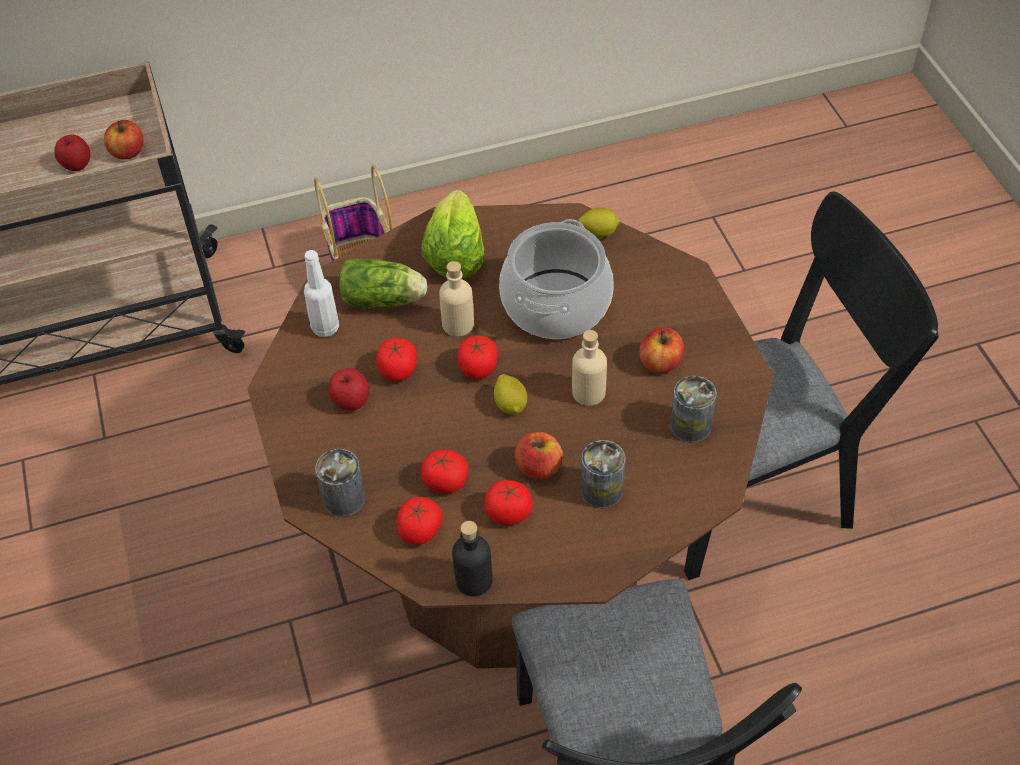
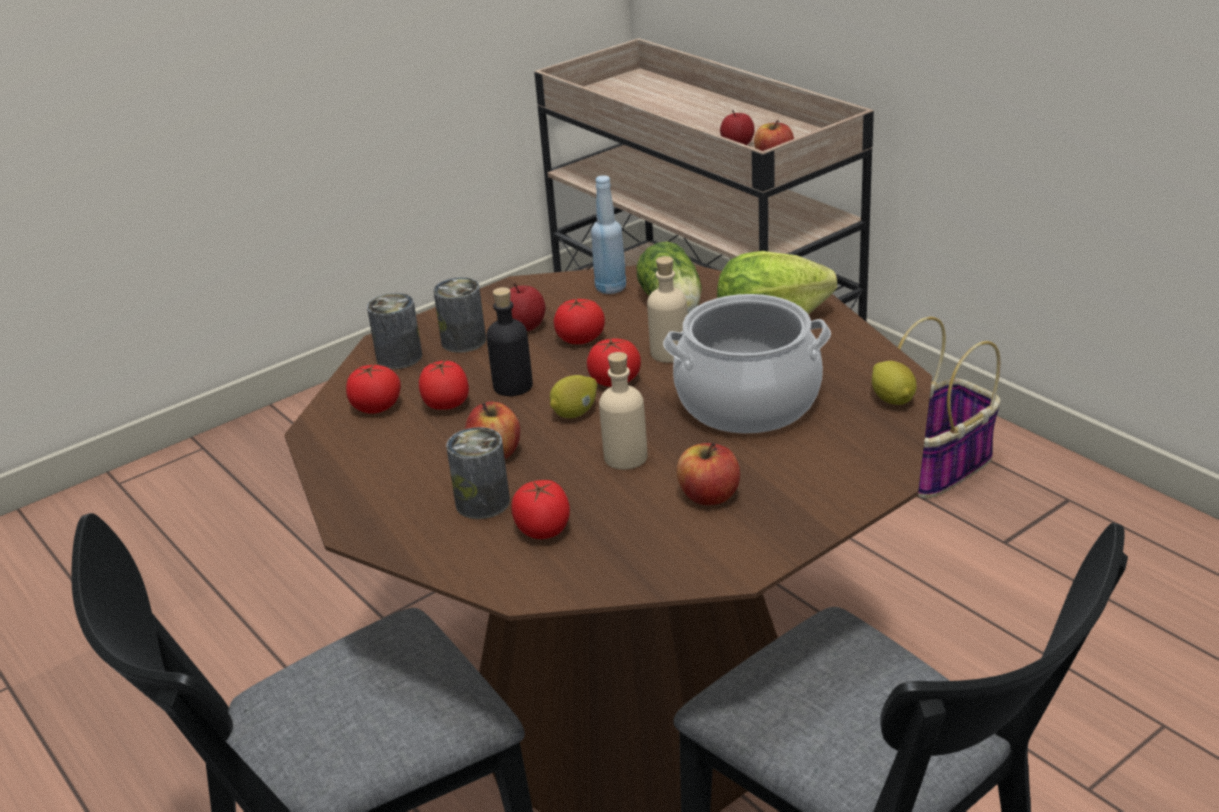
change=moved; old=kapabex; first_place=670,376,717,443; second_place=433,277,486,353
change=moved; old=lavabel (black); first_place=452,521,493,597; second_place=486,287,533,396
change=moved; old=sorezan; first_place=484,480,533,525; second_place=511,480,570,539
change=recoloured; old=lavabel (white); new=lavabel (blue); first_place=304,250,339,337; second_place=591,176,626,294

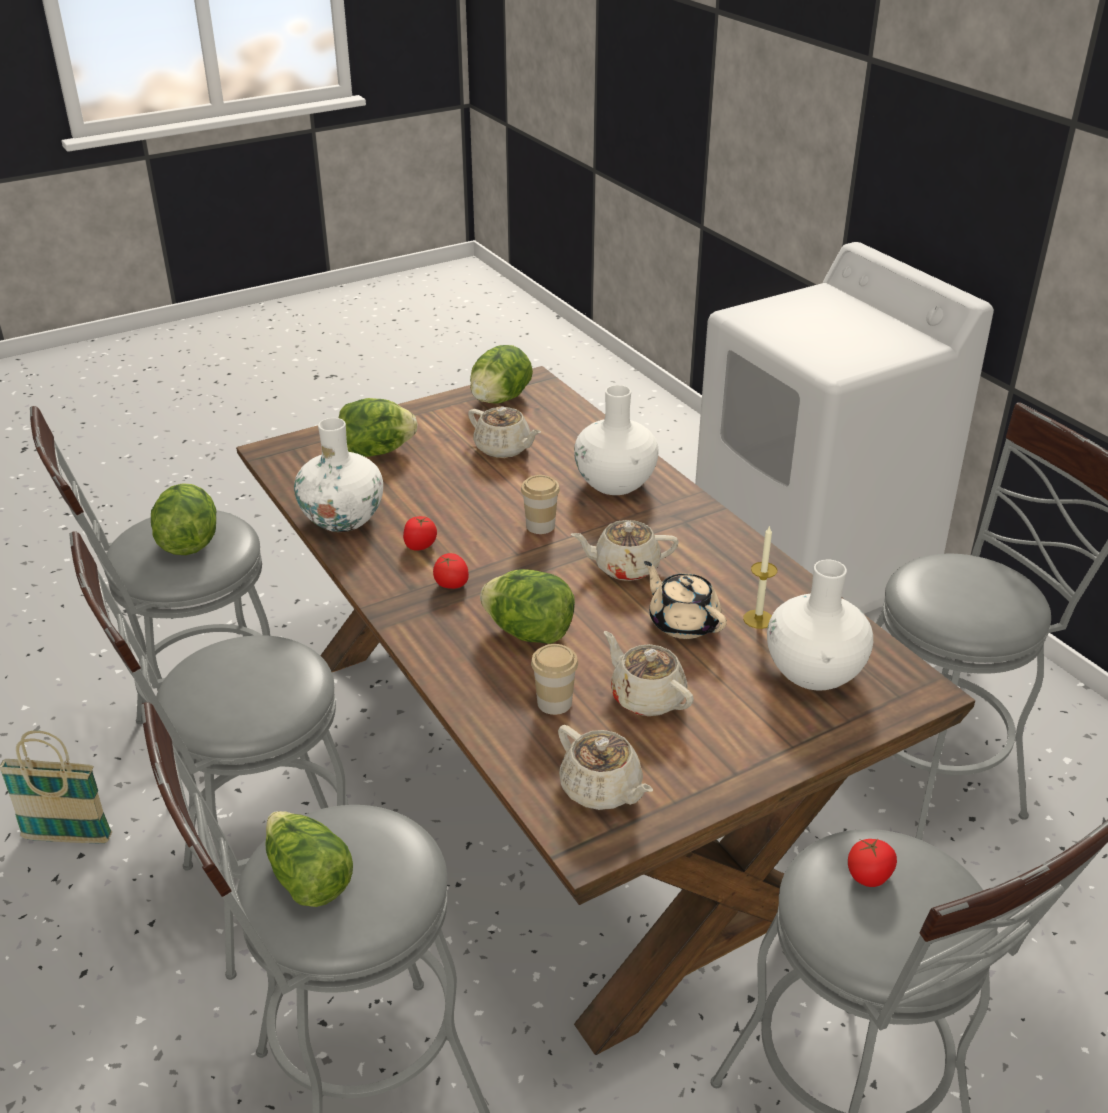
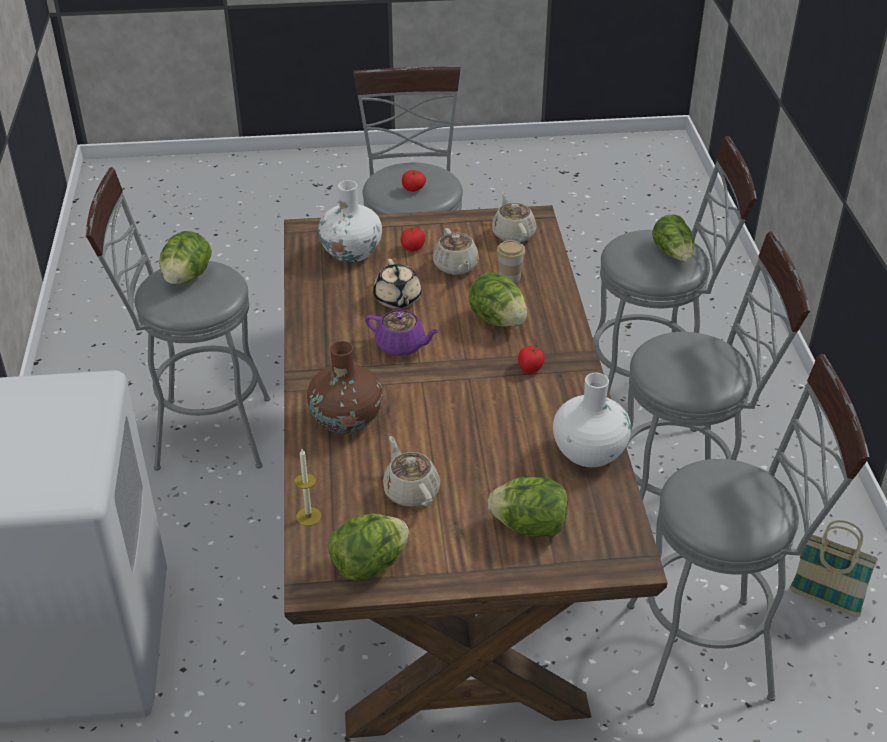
change=moved; old=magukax; first_place=151,483,216,555; second_place=160,231,212,284
change=moved; old=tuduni; first_place=743,525,777,629; second_place=294,449,321,526
change=recoloured; old=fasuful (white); new=fasuful (brown); first_place=574,385,658,495; second_place=307,341,383,434
change=recoloured; old=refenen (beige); new=refenen (purple); first_place=571,520,679,581; second_place=365,310,440,356
change=moved; old=sorezan; first_place=403,516,437,551; second_place=400,227,425,251
change=removed; old=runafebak; first_place=521,475,560,534

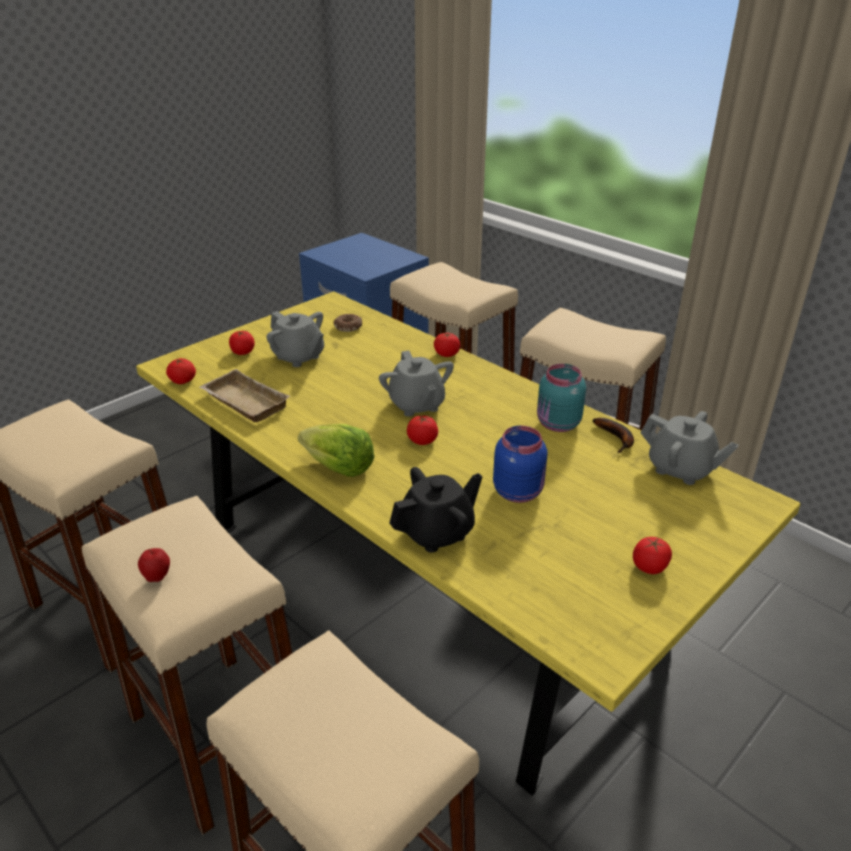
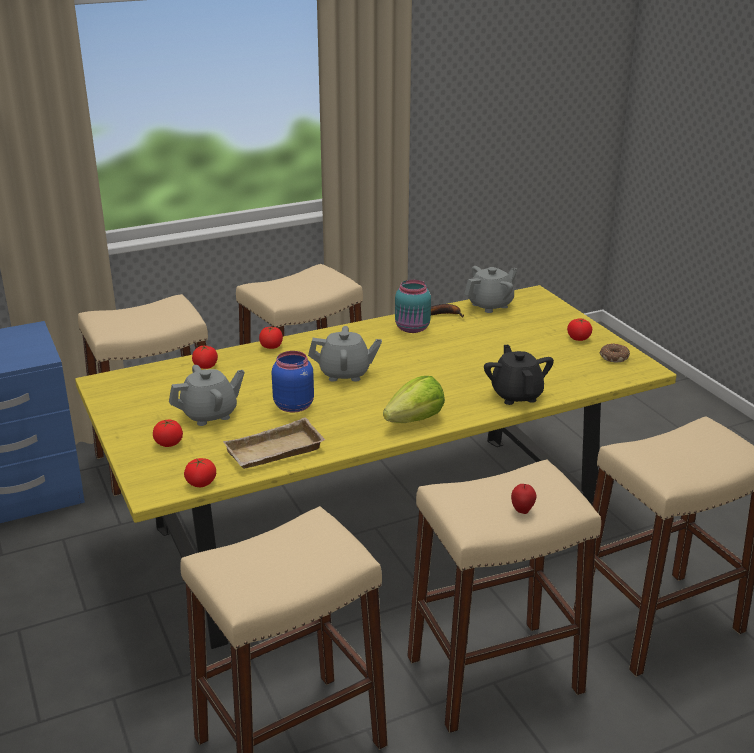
change=moved; old=sorezan; first_place=407,416,438,445; second_place=192,345,218,369
change=moved; old=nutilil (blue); first_place=493,426,547,503; second_place=272,351,314,413
change=moved; old=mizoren; first_place=333,314,362,332; second_place=599,343,630,362

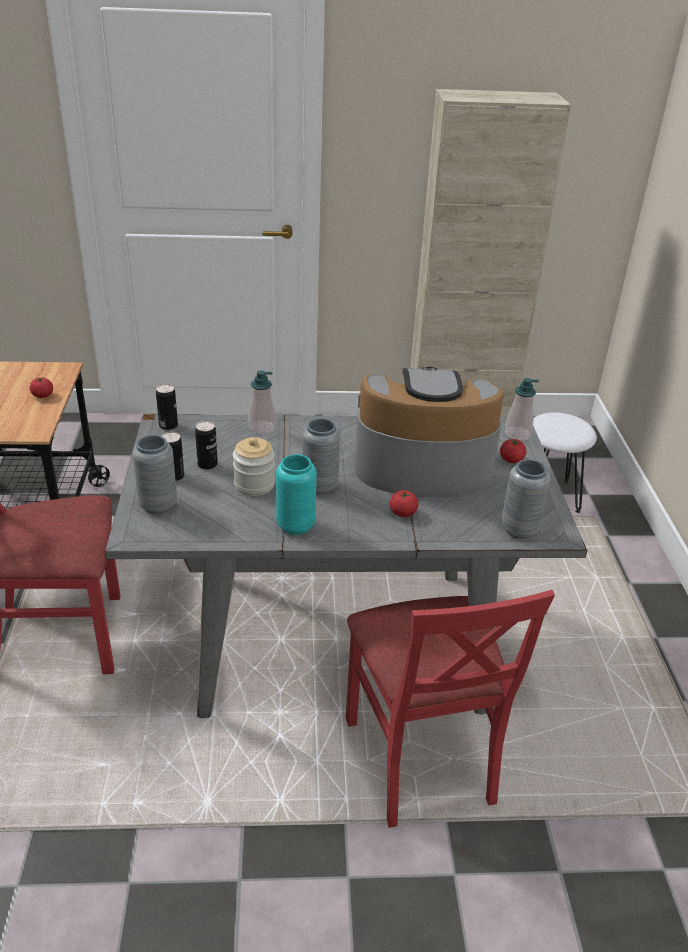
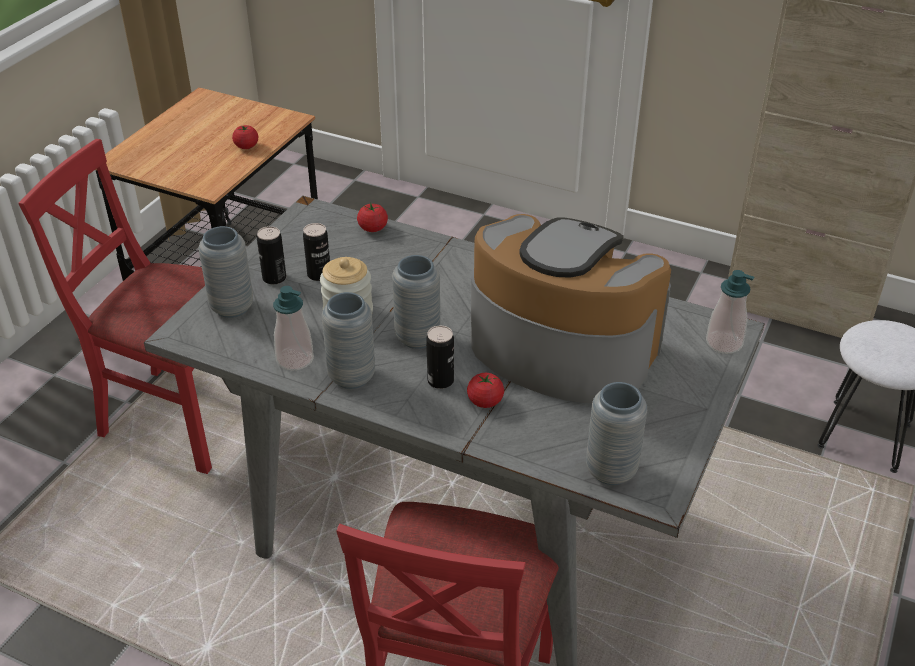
change=moved; old=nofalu; first_place=248,371,276,434; second_place=273,286,314,371
change=recoloured; old=fasuful (turquoise); new=fasuful (grey); first_place=276,454,317,535; second_place=322,292,375,389
change=moved; old=sorezan; first_place=500,439,526,463; second_place=357,202,388,232
change=moved; old=kapabex; first_place=156,384,178,430; second_place=426,326,454,389

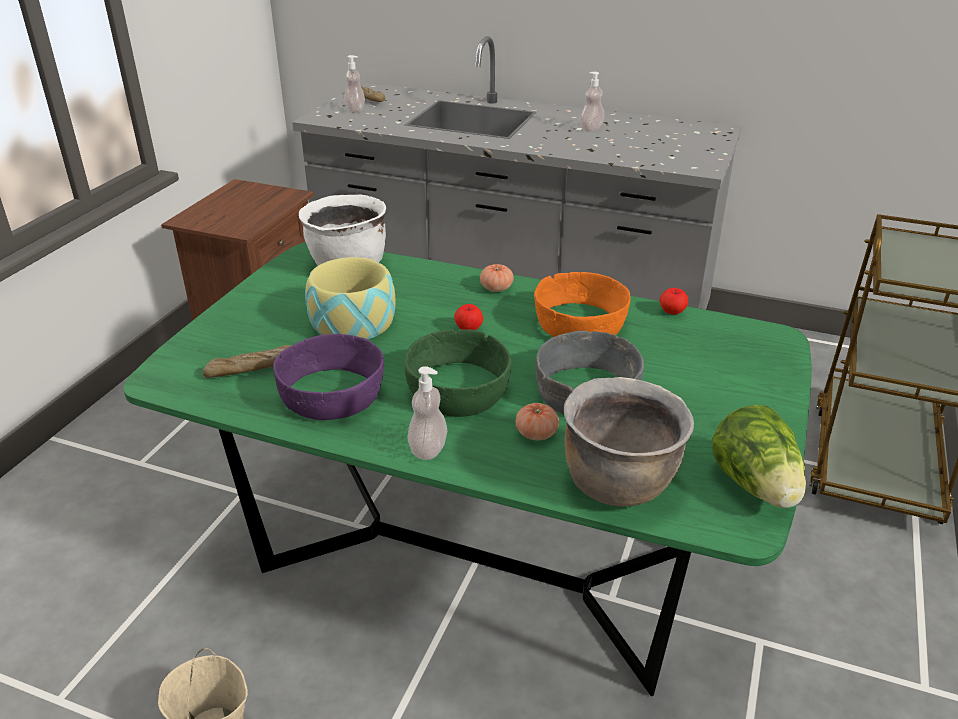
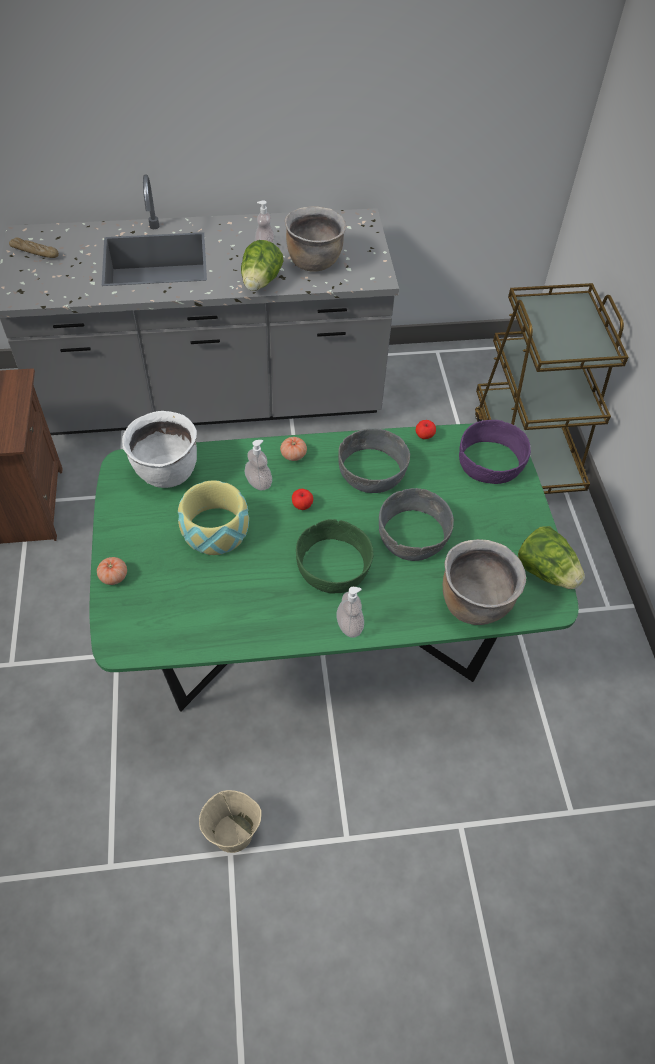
change=moved; old=sorezan; first_place=516,403,559,441; second_place=97,557,127,585
change=added; new=magukax; second_place=241,240,283,291
change=moved; old=nofalu; first_place=344,55,365,112; second_place=245,440,272,490
change=added; new=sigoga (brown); second_place=285,206,347,272
change=recoloured; old=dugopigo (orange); new=dugopigo (grey); first_place=534,272,631,337; second_place=338,428,410,493
change=moved; old=dugopigo (purple); first_place=273,334,384,420; second_place=459,420,531,484
change=removed; old=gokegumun; first_place=203,345,291,378

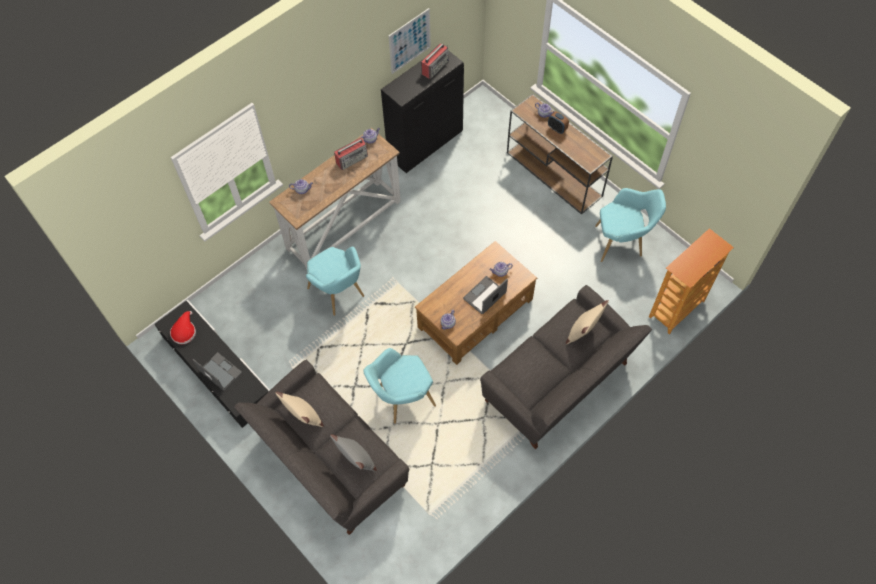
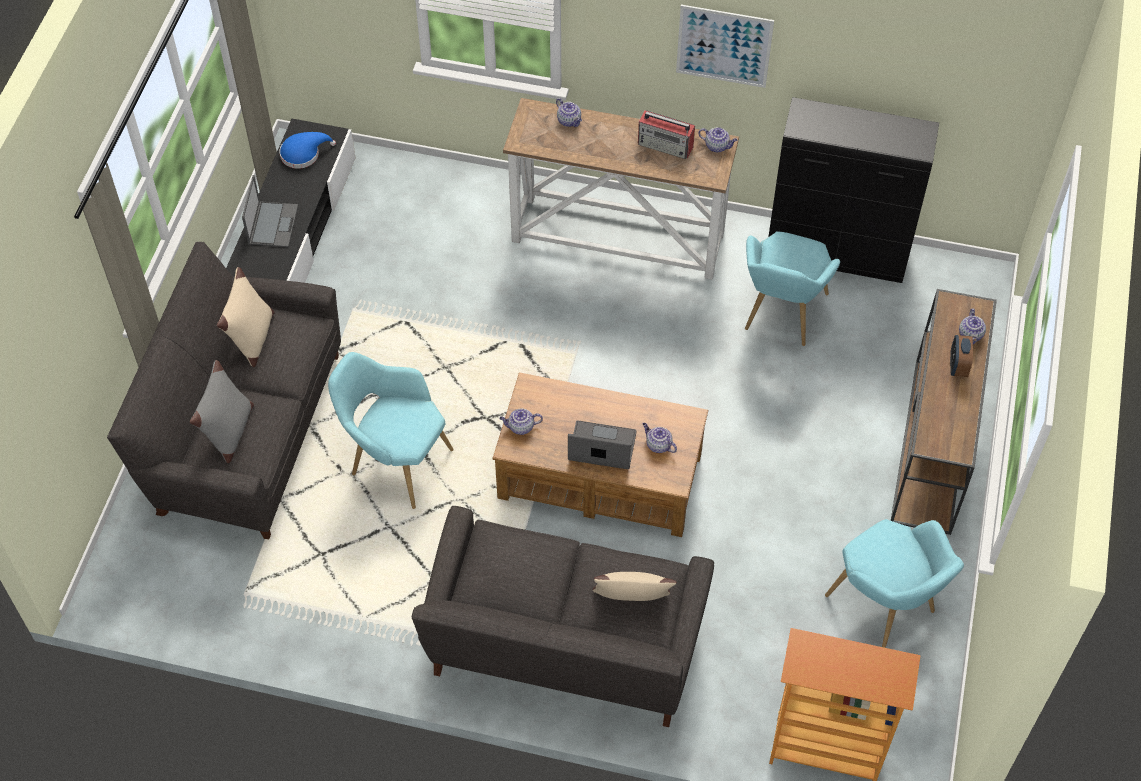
change=recoloured; old=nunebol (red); new=nunebol (blue); first_place=170,311,196,344; second_place=279,132,336,169
change=moved; old=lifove; first_place=389,8,431,74; second_place=676,5,774,88
change=moved; old=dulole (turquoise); first_place=306,246,364,316; second_place=745,231,840,346
change=removed; old=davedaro; first_place=421,43,449,79

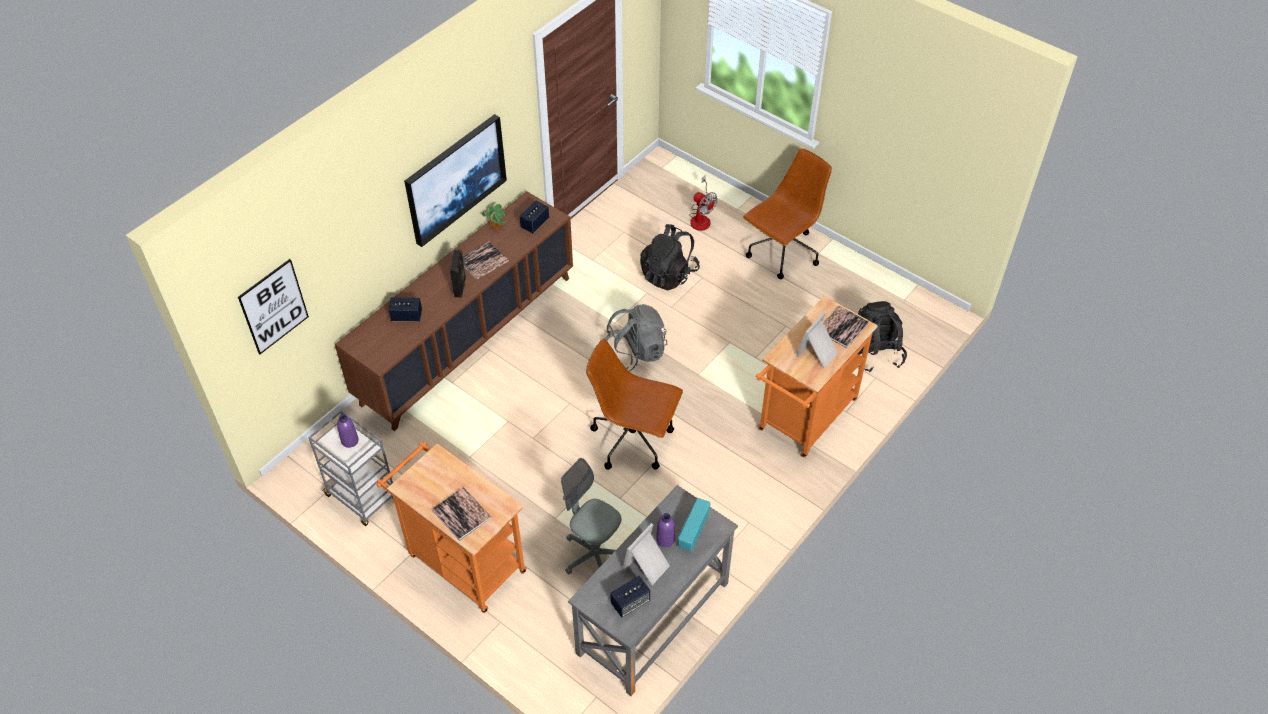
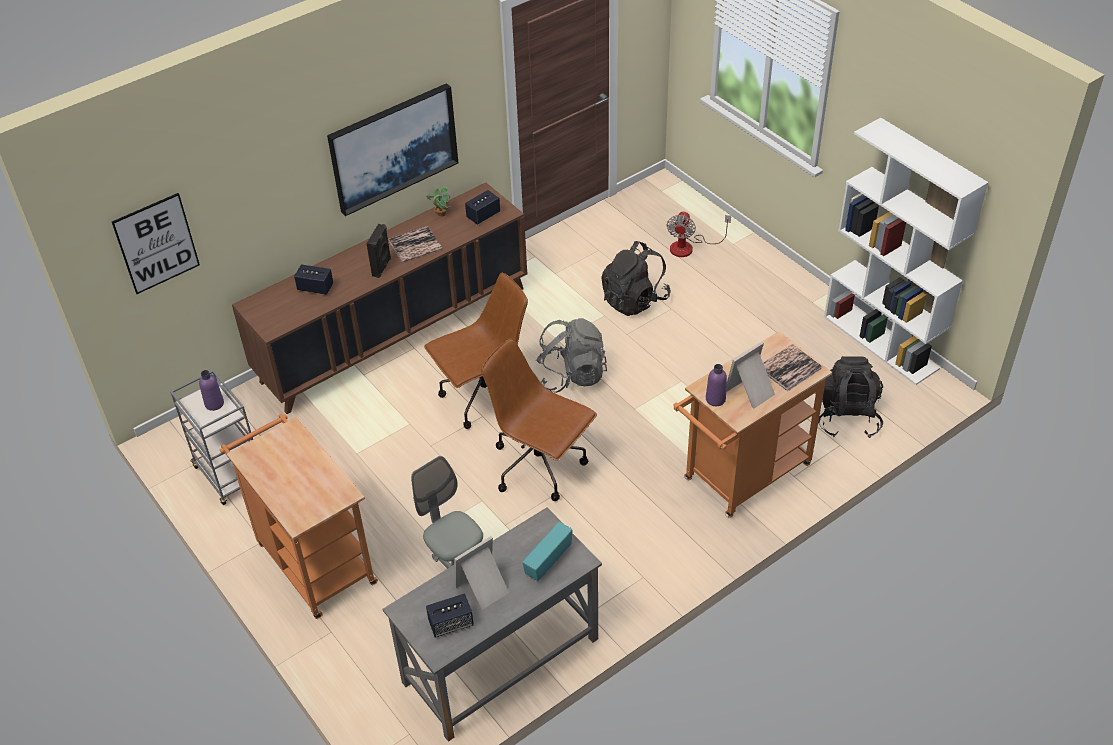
change=moved; old=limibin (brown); first_place=743,148,832,279; second_place=424,273,528,429
change=turned; old=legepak; first_place=689,175,718,231; second_place=667,211,731,257; degrees=45
change=moved; old=lavabel (purple); first_place=656,513,675,547; second_place=706,364,727,406
change=added; new=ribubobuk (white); second_place=824,118,988,385
change=removed; old=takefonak; first_place=432,487,492,541

